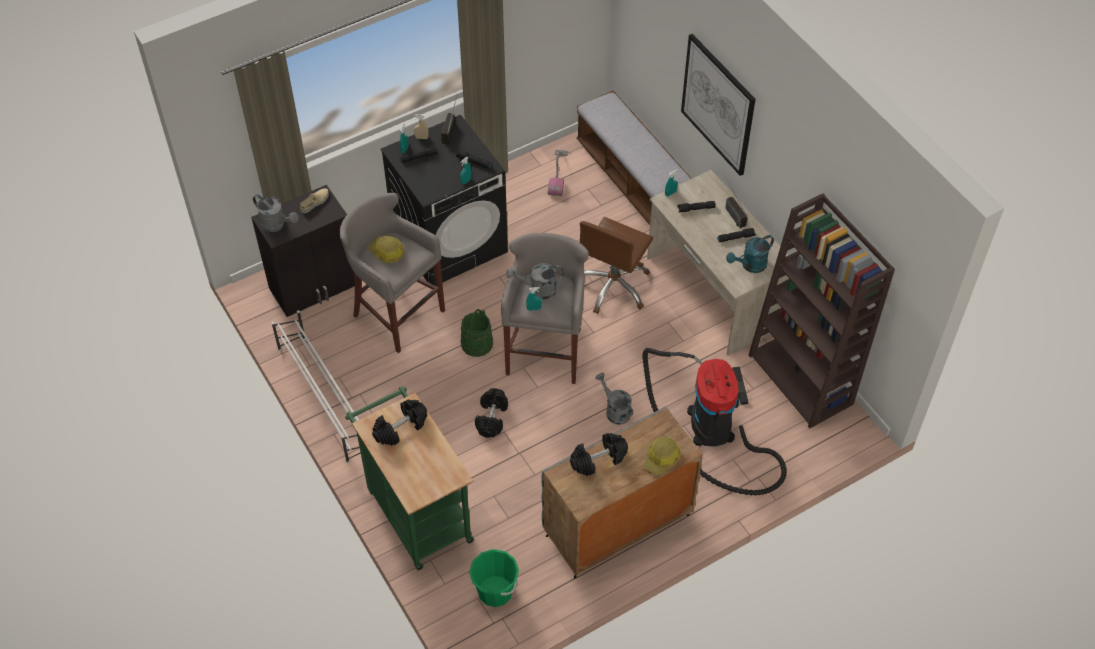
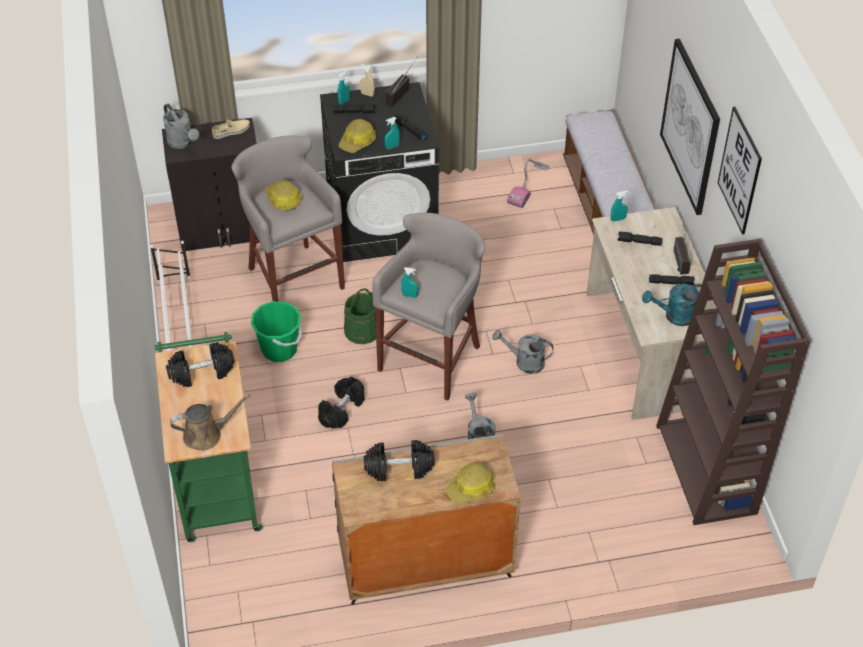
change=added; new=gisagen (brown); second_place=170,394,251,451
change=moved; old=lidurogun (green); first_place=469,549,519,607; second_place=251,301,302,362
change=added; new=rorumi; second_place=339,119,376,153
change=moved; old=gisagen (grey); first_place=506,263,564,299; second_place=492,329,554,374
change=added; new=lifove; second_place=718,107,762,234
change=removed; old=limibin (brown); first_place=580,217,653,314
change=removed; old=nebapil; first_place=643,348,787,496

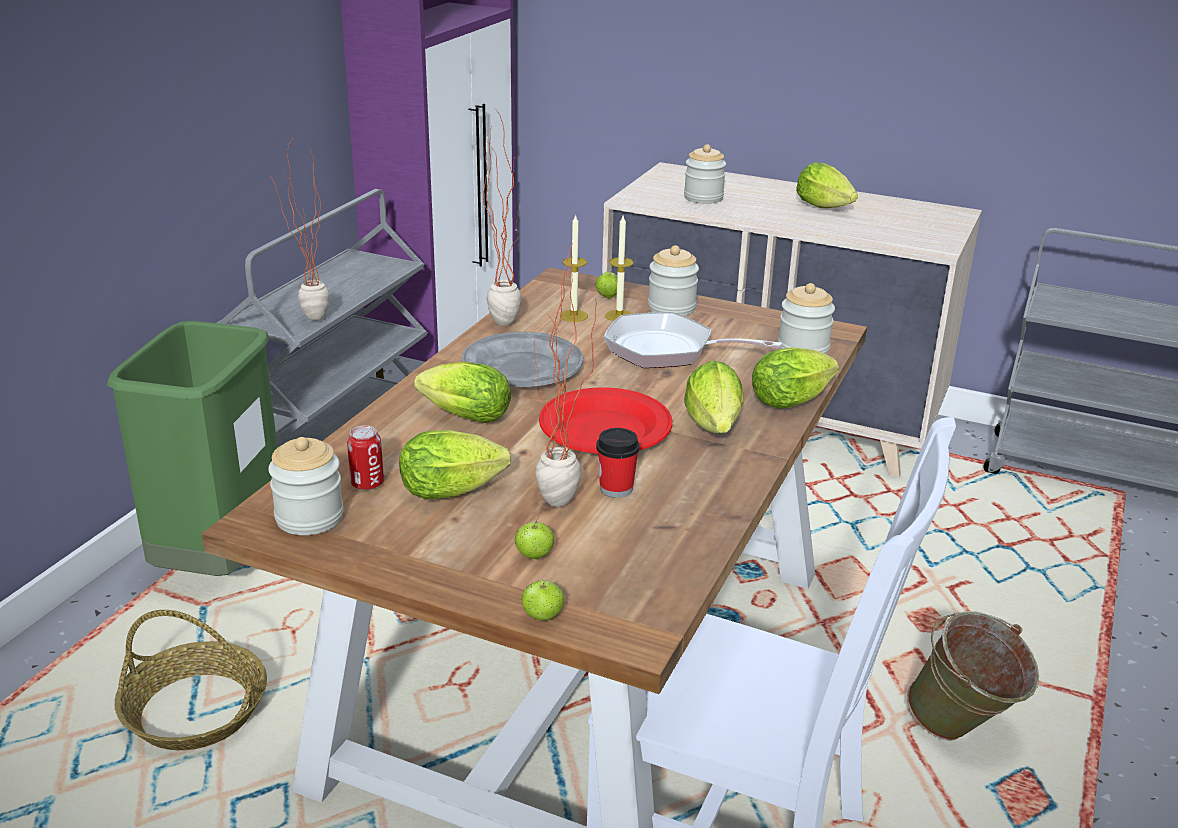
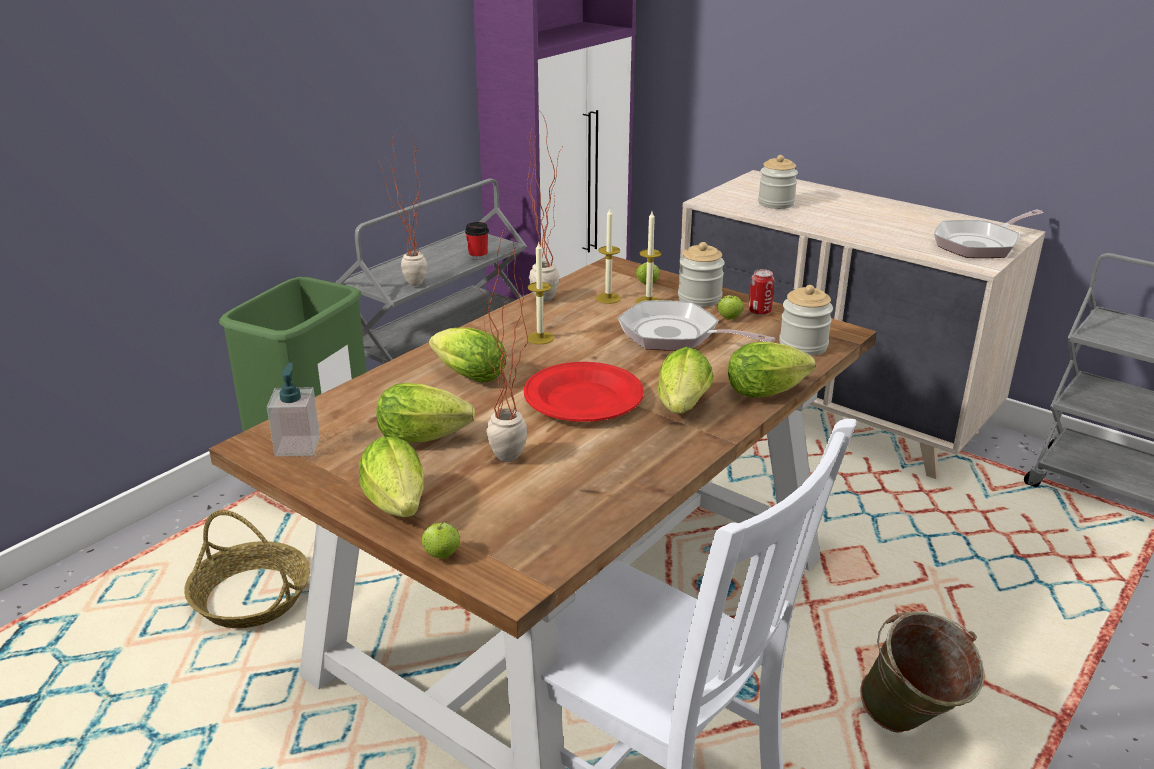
change=replaced; old=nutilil; new=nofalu; first_place=268,437,344,535; second_place=267,363,320,457
change=moved; old=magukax; first_place=796,162,858,208; second_place=359,437,424,517
change=moved; old=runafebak; first_place=596,428,640,498; second_place=465,222,489,260
change=replaced; old=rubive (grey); new=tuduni; first_place=461,332,583,387; second_place=528,241,554,344
change=moved; old=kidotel; first_place=514,517,554,559; second_place=718,292,744,320
change=moved; old=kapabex; first_place=347,425,384,490; second_place=749,269,775,315
change=added; new=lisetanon; second_place=934,209,1044,258

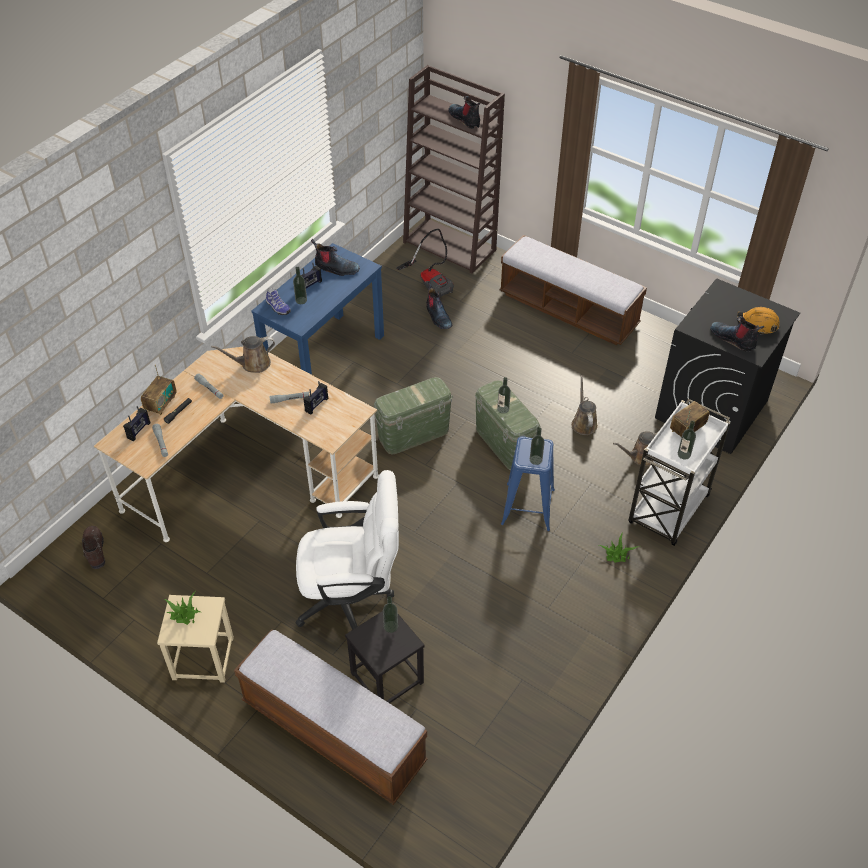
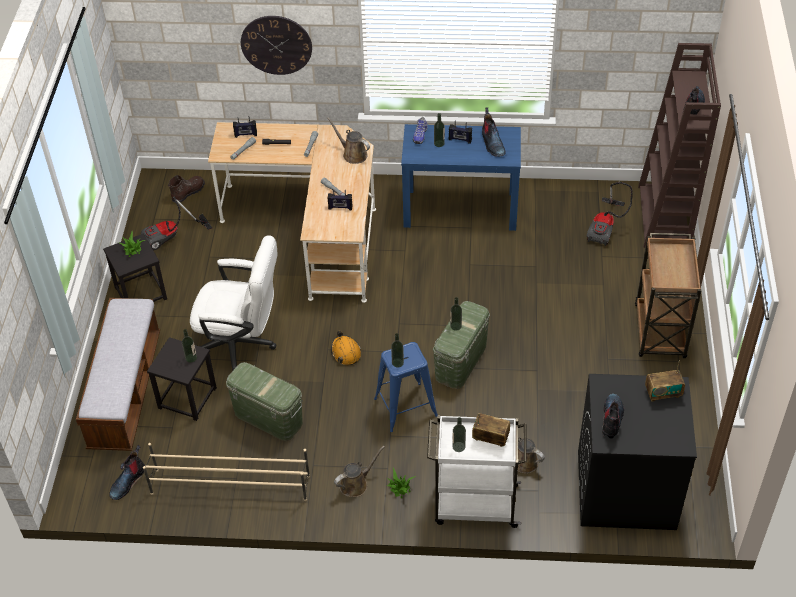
change=recoloured; old=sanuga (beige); new=sanuga (black); first_place=157,595,234,683; second_place=103,234,167,302
change=moved; old=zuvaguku; first_place=427,282,452,329; second_place=109,445,145,500
change=added; new=nebapil; second_place=141,197,212,250
change=added; new=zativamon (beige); second_place=143,443,310,501
change=turned; old=limibin (white); first_place=295,470,399,630; second_place=190,235,277,370; degrees=-45
change=moved; old=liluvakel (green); first_place=374,377,453,455; second_place=226,362,303,441
change=added; new=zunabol; second_place=241,16,312,75
change=moved; old=rorumi (orange); first_place=737,307,779,335; second_place=331,331,361,365
change=moved; old=gisagen (brown); first_place=571,375,598,435; second_place=334,446,385,497
change=replaced; old=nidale; new=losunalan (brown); first_place=499,235,647,345; second_place=635,233,701,358
change=moved; old=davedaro; first_place=141,365,177,415; second_place=645,360,685,401

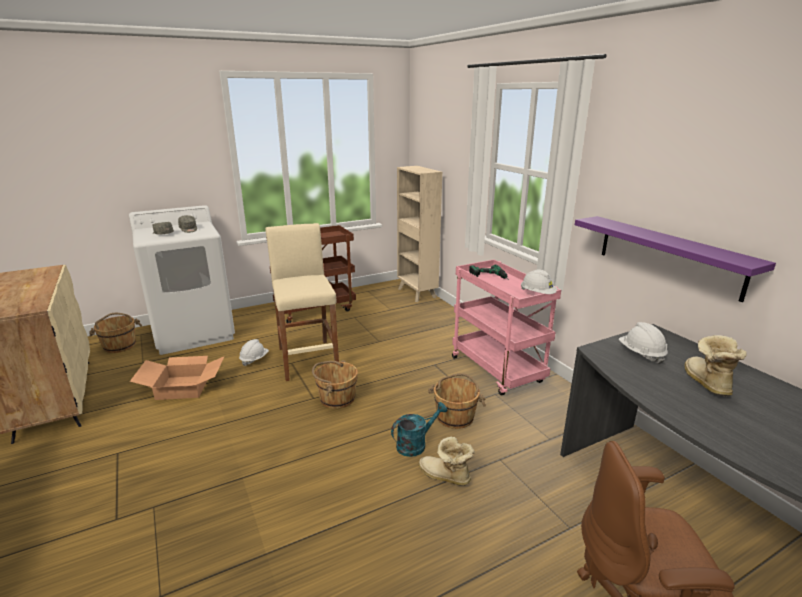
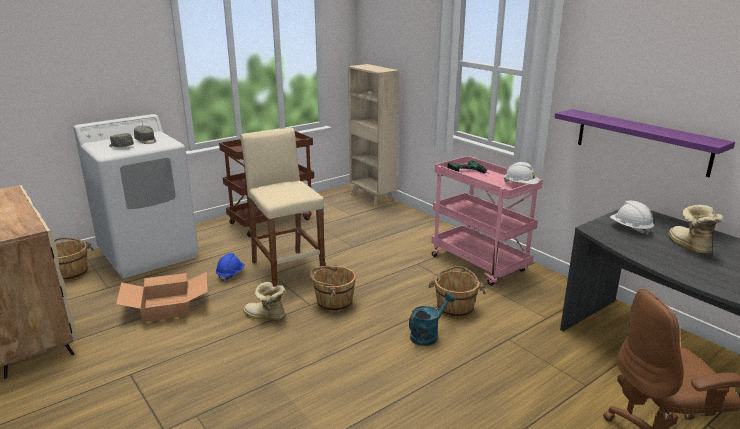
change=recoloured; old=rorumi (white); new=rorumi (blue); first_place=239,339,269,366; second_place=216,253,245,282
change=moved; old=zuvaguku; first_place=419,437,475,486; second_place=243,282,286,321

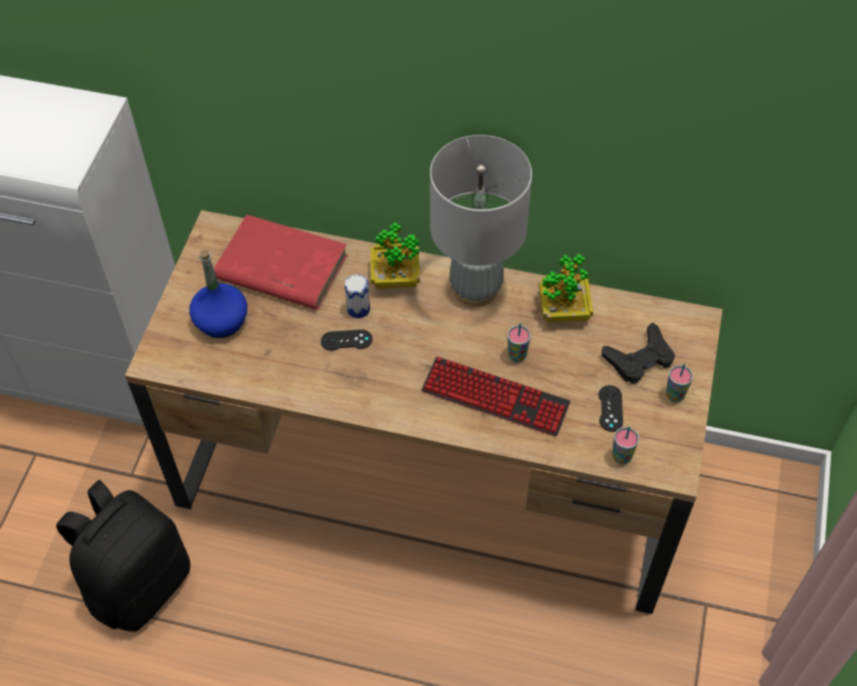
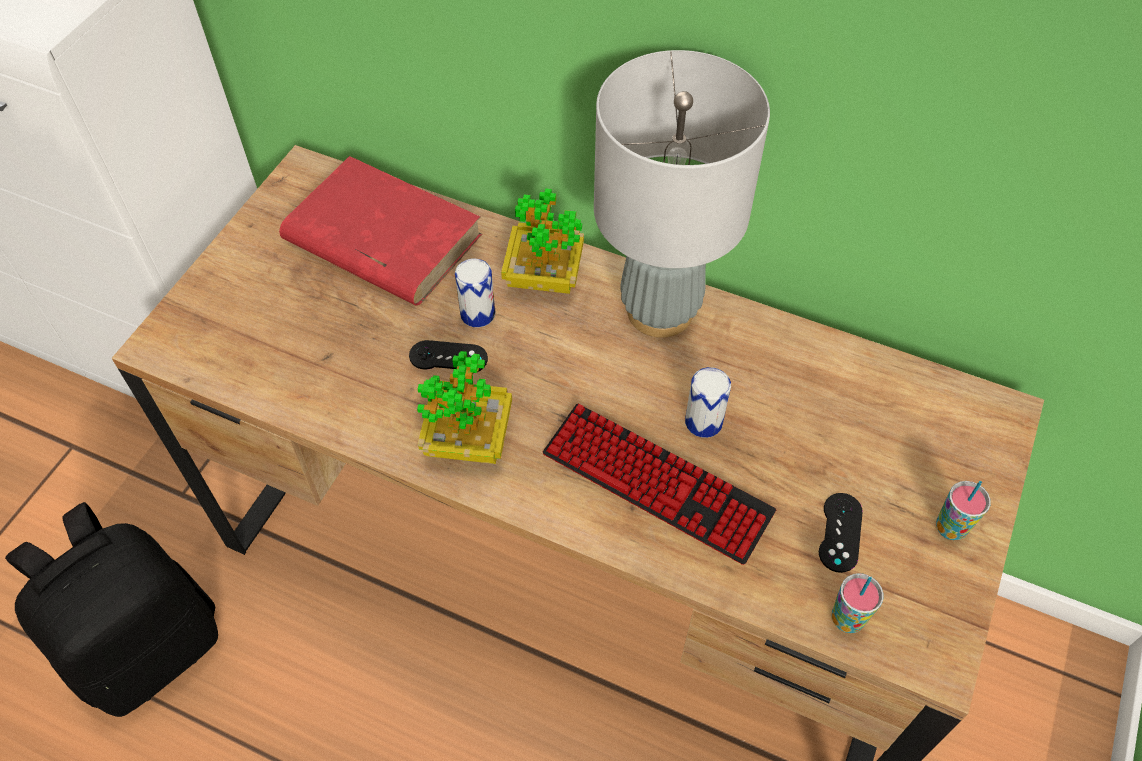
change=moved; old=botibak; first_place=539,254,593,322; second_place=417,351,512,464
change=replaced; old=runafebak; new=kapabex; first_place=507,323,531,362; second_place=685,367,731,438
change=removed; old=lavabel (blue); first_place=189,249,247,338
change=removed; old=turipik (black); first_place=602,322,675,384

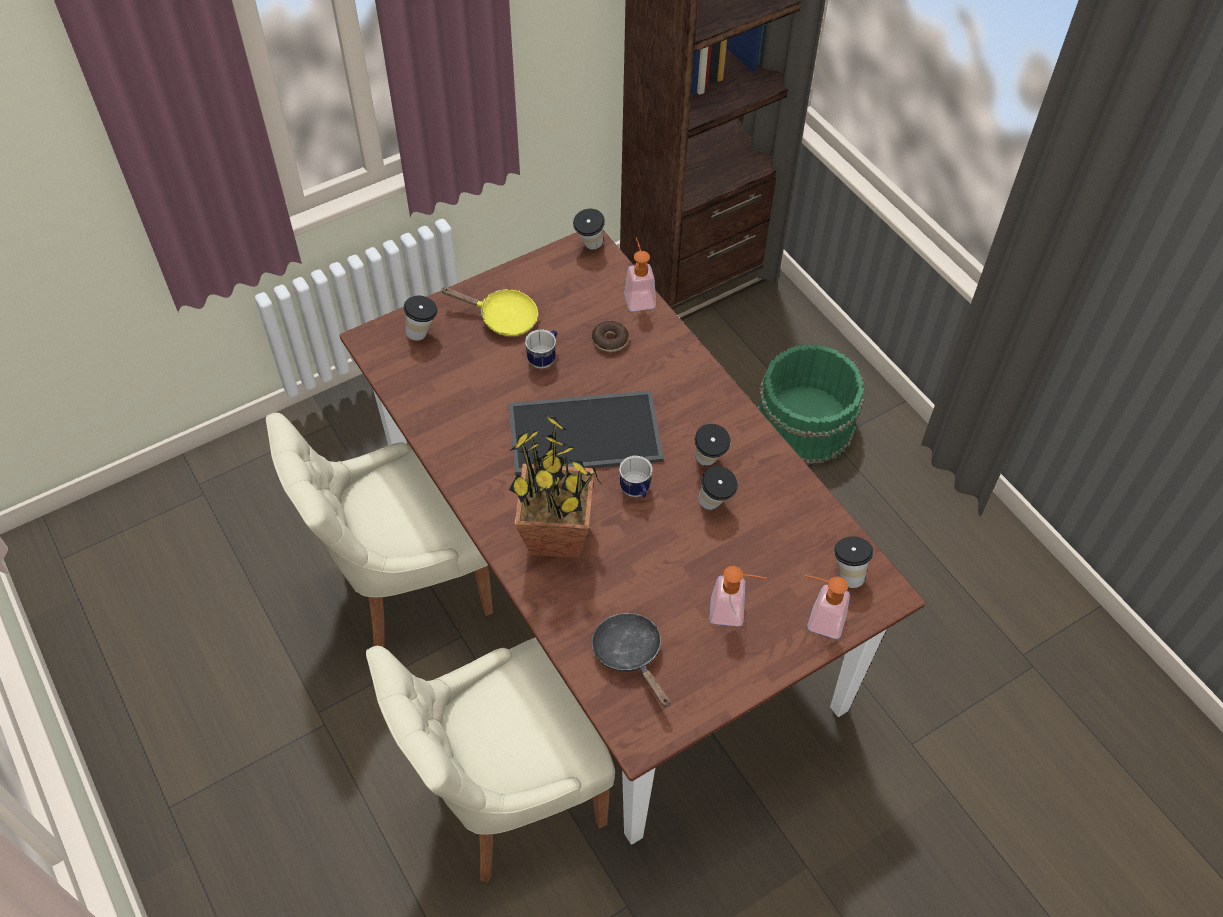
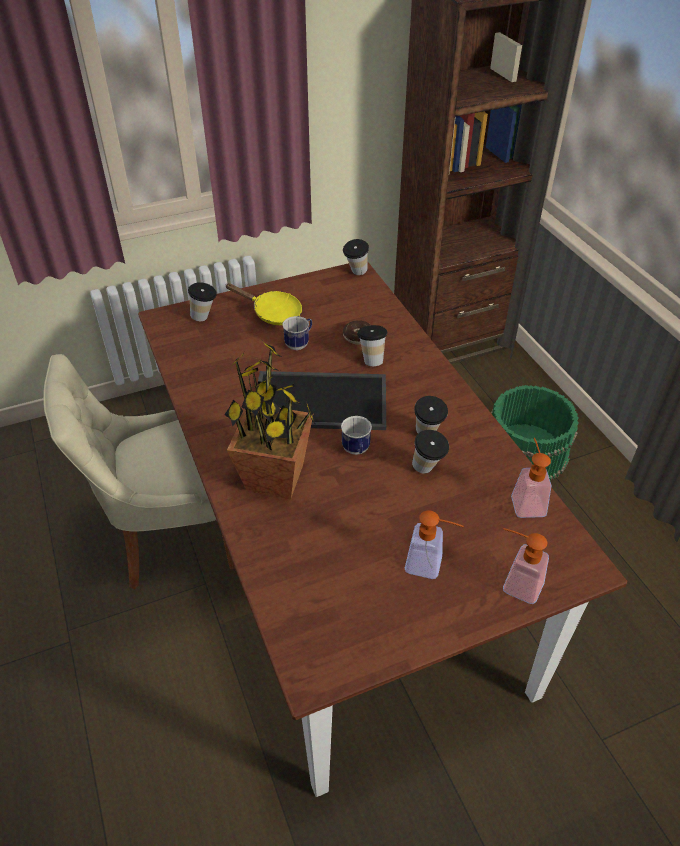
change=moved; old=runafebak; first_place=834,536,873,588; second_place=357,325,387,366
change=moved; old=nofalu; first_place=624,238,656,311; second_place=511,438,552,518
change=removed; old=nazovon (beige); first_place=366,637,615,883
change=removed; old=lisetanon (black); first_place=592,613,670,708

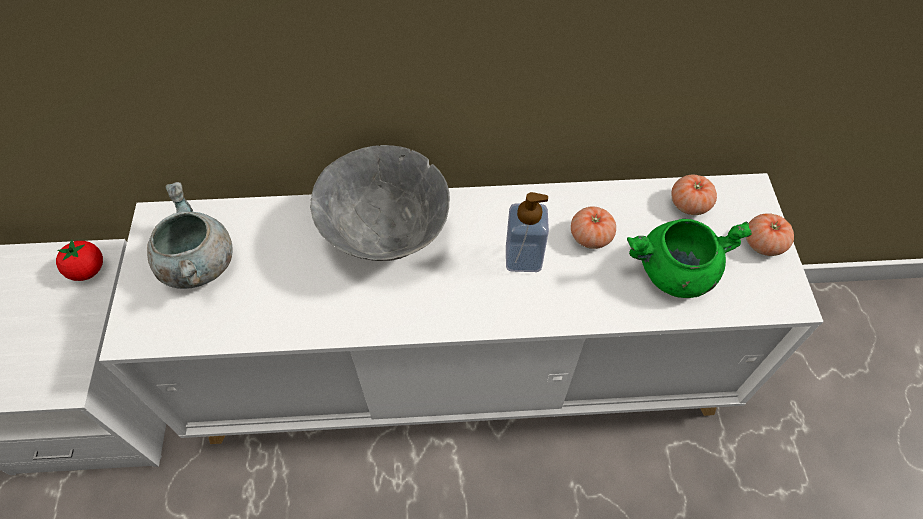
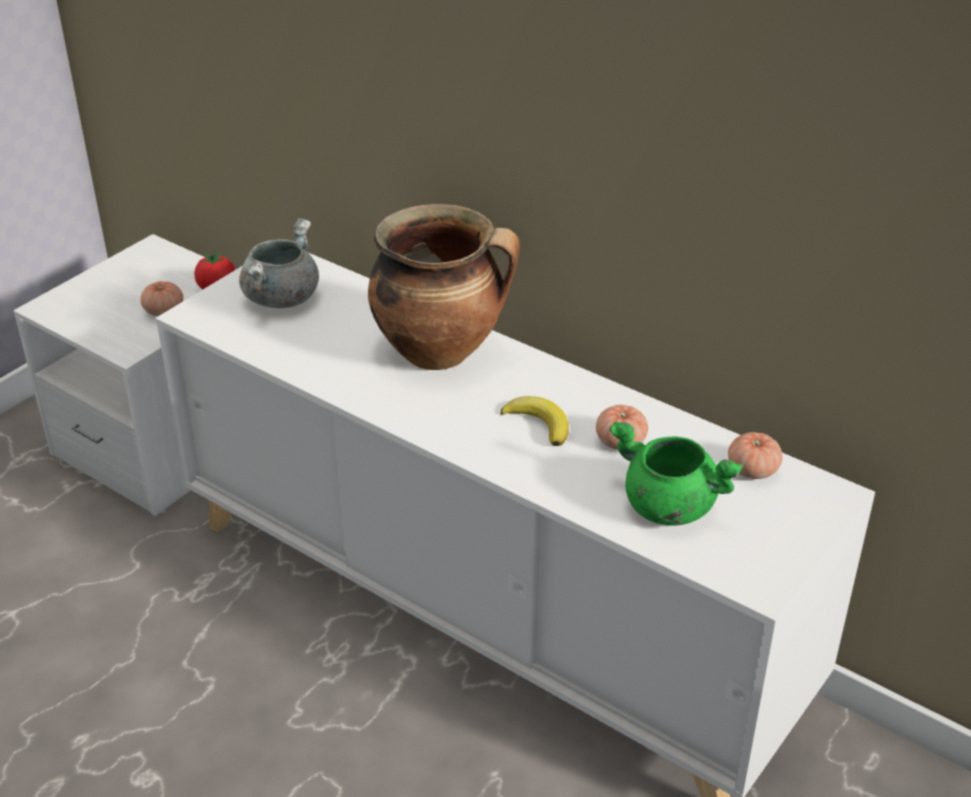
change=moved; old=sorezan; first_place=746,213,794,256; second_place=140,281,183,316
change=replaced; old=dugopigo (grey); new=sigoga; first_place=310,145,450,261; second_place=368,204,520,370
change=replaced; old=nofalu; new=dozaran; first_place=506,192,549,272; second_place=501,396,569,446

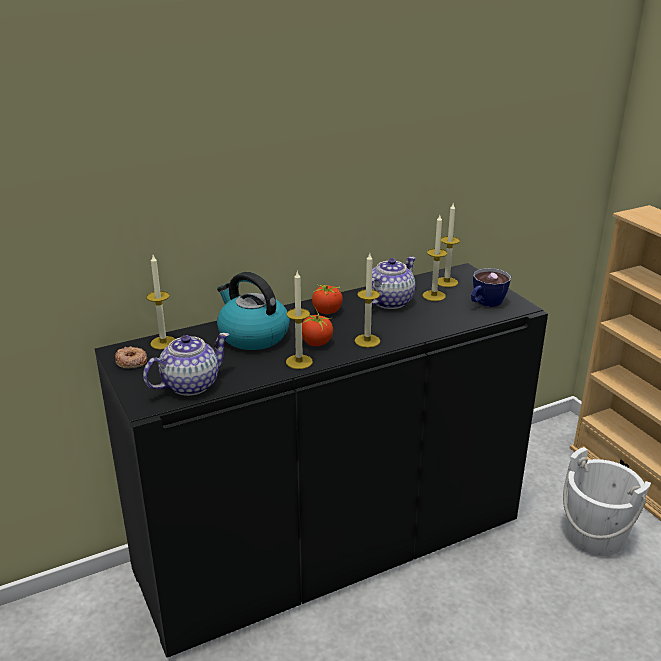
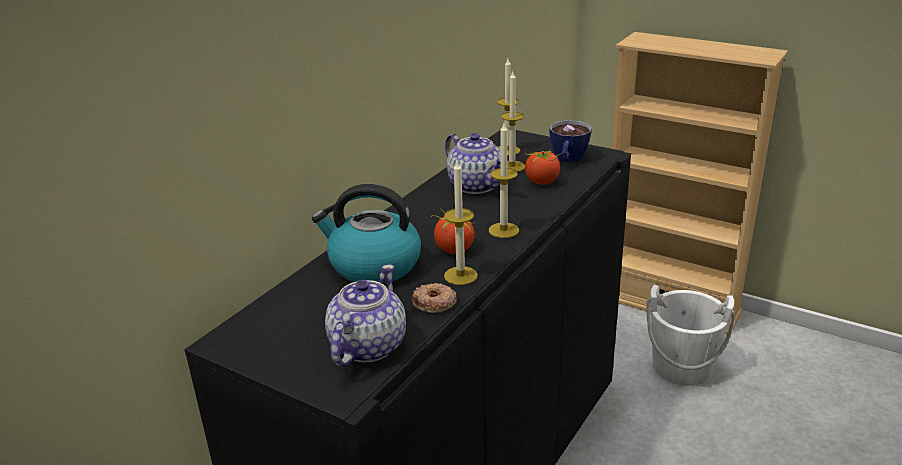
change=moved; old=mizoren; first_place=115,346,147,368; second_place=412,283,457,313
change=turned; old=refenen; first_place=372,256,416,309; second_place=445,133,508,194; degrees=135
change=moved; old=sorezan; first_place=312,284,343,314; second_place=525,149,563,185
change=removed; old=tuduni; first_place=146,255,175,350

